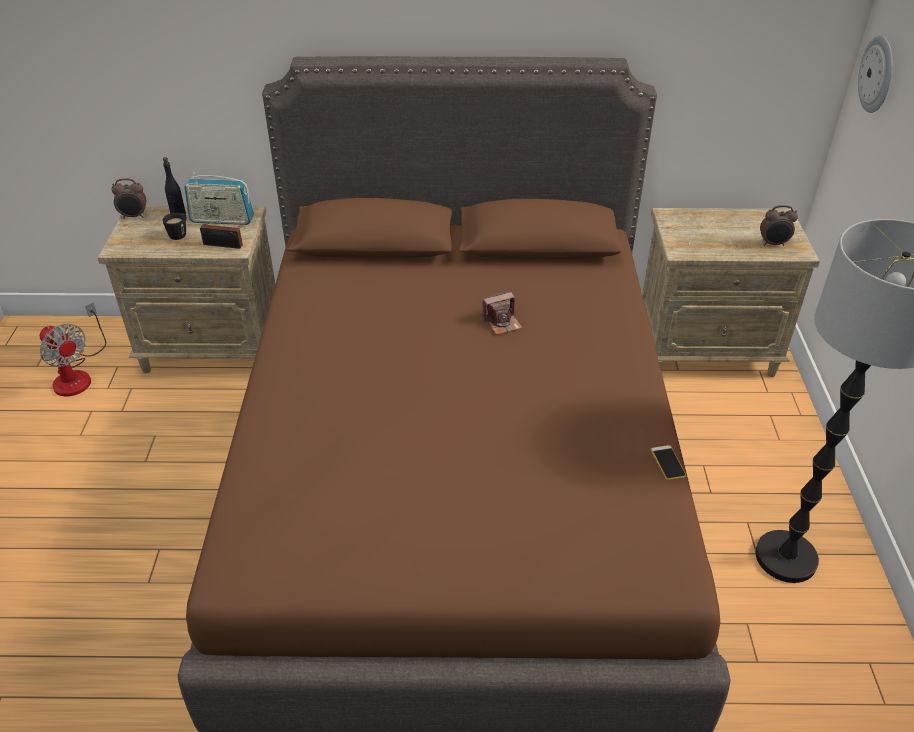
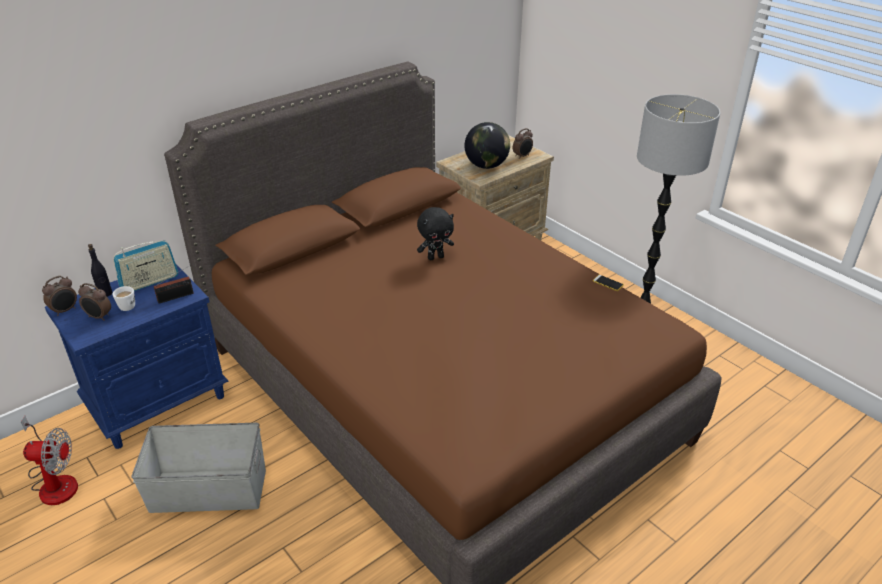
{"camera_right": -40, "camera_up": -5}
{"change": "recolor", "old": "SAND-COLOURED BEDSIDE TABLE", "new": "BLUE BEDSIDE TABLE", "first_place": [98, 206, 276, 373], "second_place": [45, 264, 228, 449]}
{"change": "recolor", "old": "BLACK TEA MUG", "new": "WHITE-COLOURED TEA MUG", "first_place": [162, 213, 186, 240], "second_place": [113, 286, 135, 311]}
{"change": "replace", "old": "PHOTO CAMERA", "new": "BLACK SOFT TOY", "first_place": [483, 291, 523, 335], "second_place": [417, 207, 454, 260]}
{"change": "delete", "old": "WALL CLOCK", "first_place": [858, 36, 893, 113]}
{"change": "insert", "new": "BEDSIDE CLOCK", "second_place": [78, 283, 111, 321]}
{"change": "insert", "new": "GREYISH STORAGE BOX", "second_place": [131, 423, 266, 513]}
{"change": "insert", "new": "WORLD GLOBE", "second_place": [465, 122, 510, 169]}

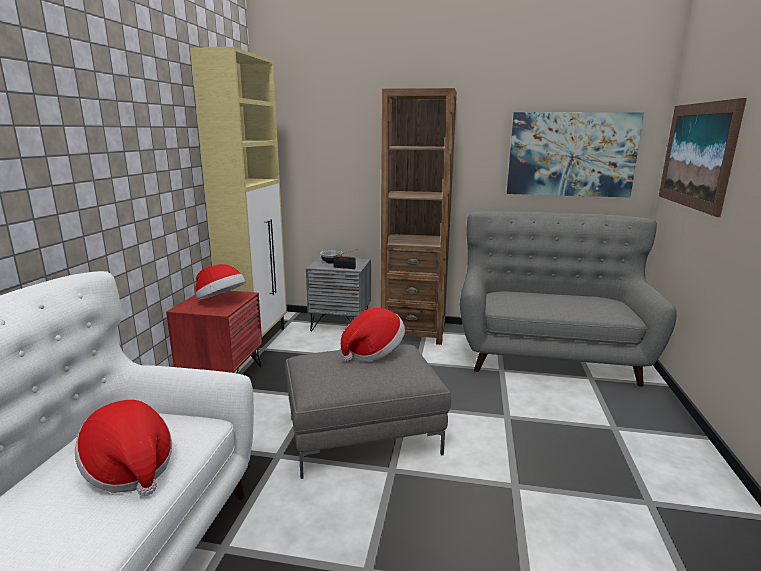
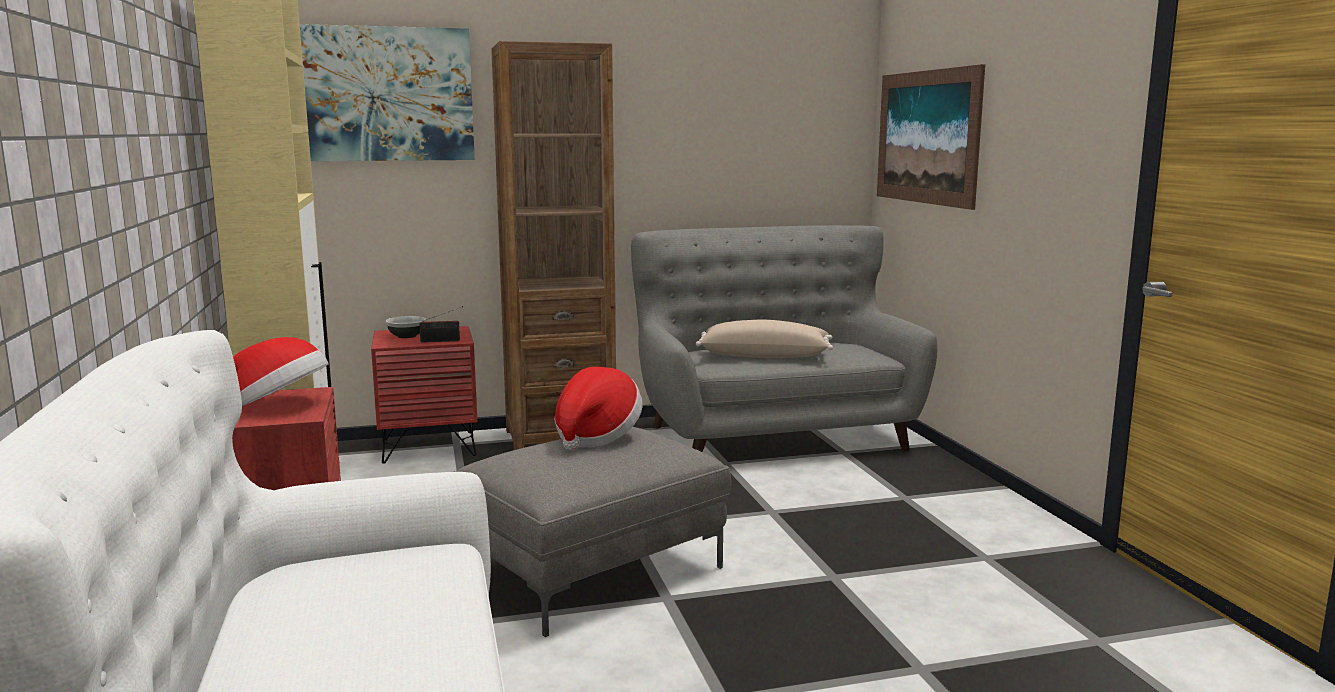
{"camera_right": -25, "camera_up": -5}
{"change": "delete", "old": "HAT", "first_place": [75, 400, 172, 496]}
{"change": "recolor", "old": "GREYISH BEDSIDE TABLE", "new": "RED BEDSIDE TABLE", "first_place": [306, 256, 371, 332], "second_place": [371, 326, 477, 464]}
{"change": "move", "old": "PICTURE", "first_place": [507, 112, 644, 198], "second_place": [300, 24, 475, 161]}
{"change": "insert", "new": "SAND-COLOURED PILLOW", "second_place": [696, 320, 833, 358]}

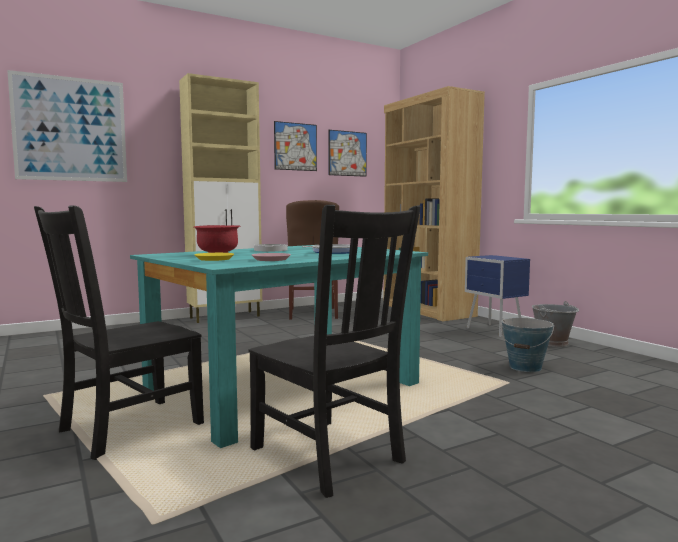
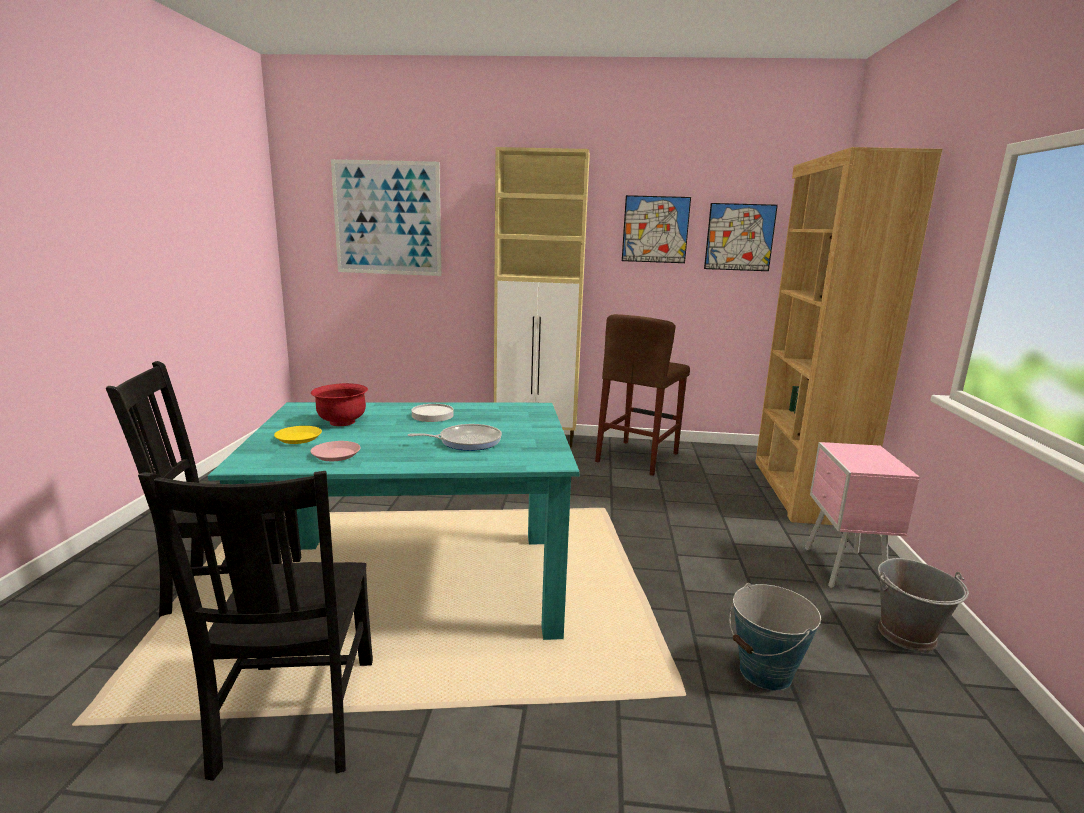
{"camera_right": 35, "camera_up": 10}
{"change": "recolor", "old": "BLUE BEDSIDE TABLE", "new": "PINK-COLOURED BEDSIDE TABLE", "first_place": [465, 255, 530, 337], "second_place": [805, 442, 920, 588]}

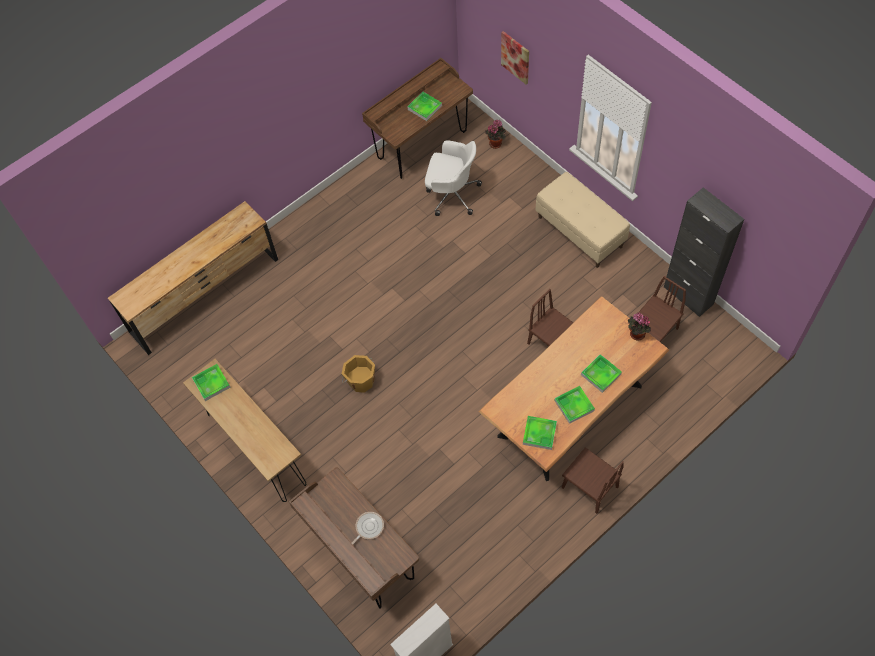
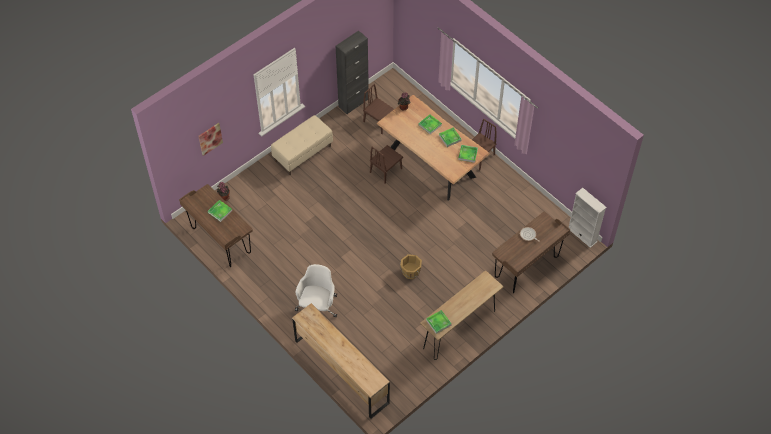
{"camera_right": -95, "camera_up": -5}
{"change": "move", "old": "WHITE-COLOURED OFFICE CHAIR", "first_place": [425, 140, 482, 216], "second_place": [295, 264, 337, 317]}

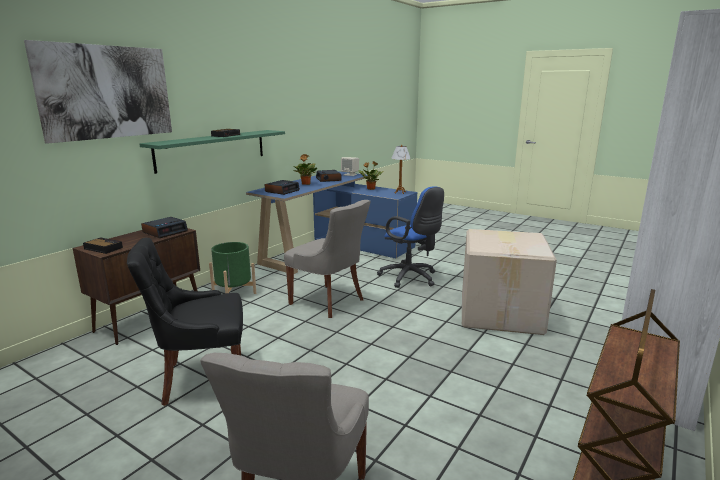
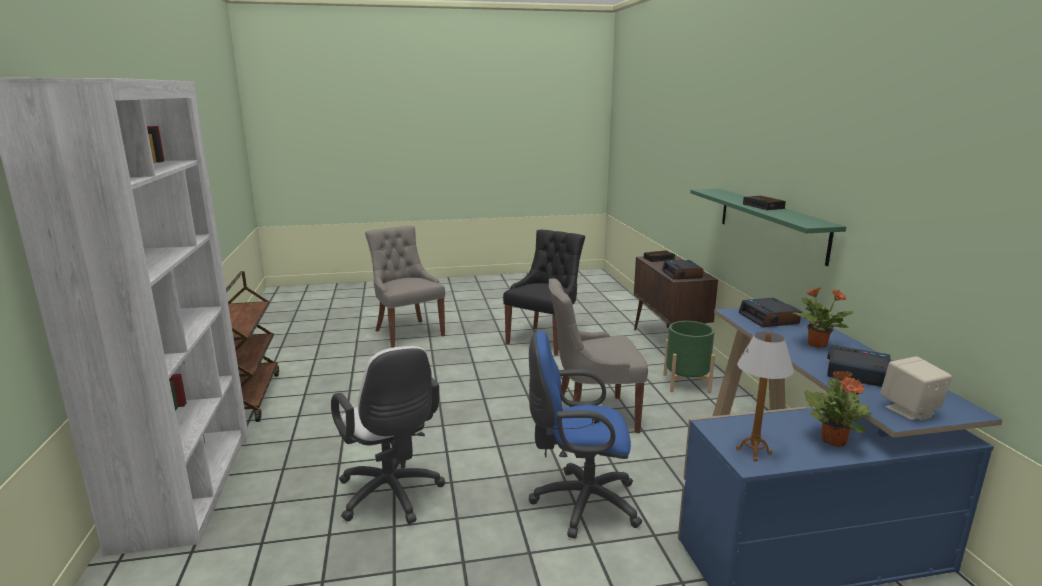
{"camera_right": 135, "camera_up": 0}
{"change": "delete", "old": "PICTURE", "first_place": [24, 40, 172, 144]}
{"change": "replace", "old": "CARTON", "new": "WHITE-COLOURED OFFICE CHAIR", "first_place": [462, 229, 557, 335], "second_place": [331, 346, 445, 524]}

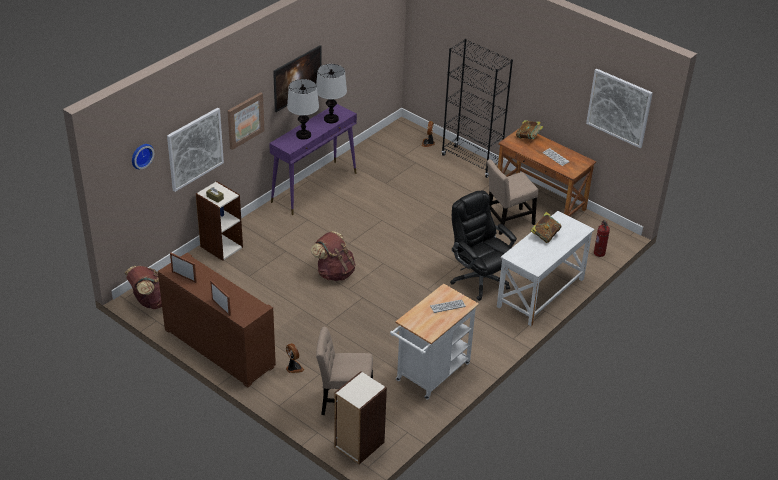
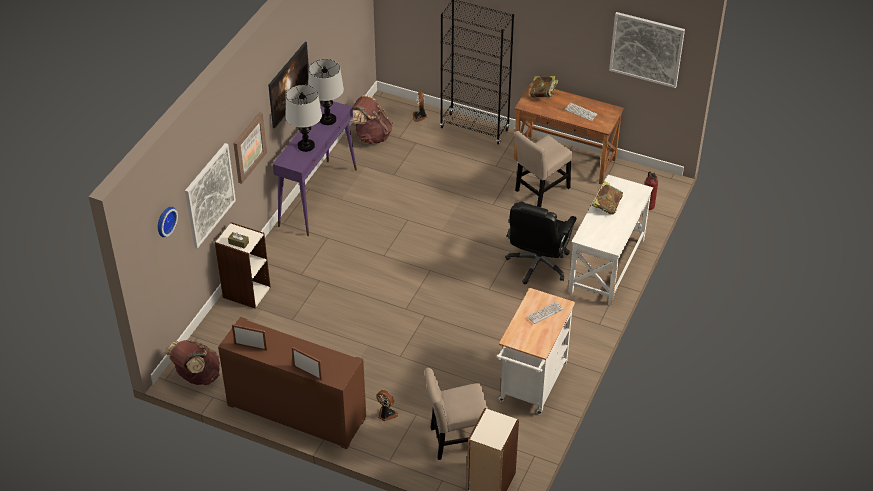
{"camera_right": -15, "camera_up": 5}
{"change": "move", "old": "BROWN KNAPSACK", "first_place": [311, 231, 356, 281], "second_place": [351, 95, 393, 144]}
{"change": "rotate", "old": "BLACK OFFICE CHAIR", "first_place": [450, 190, 517, 301], "second_place": [505, 201, 577, 284], "degrees": -105}

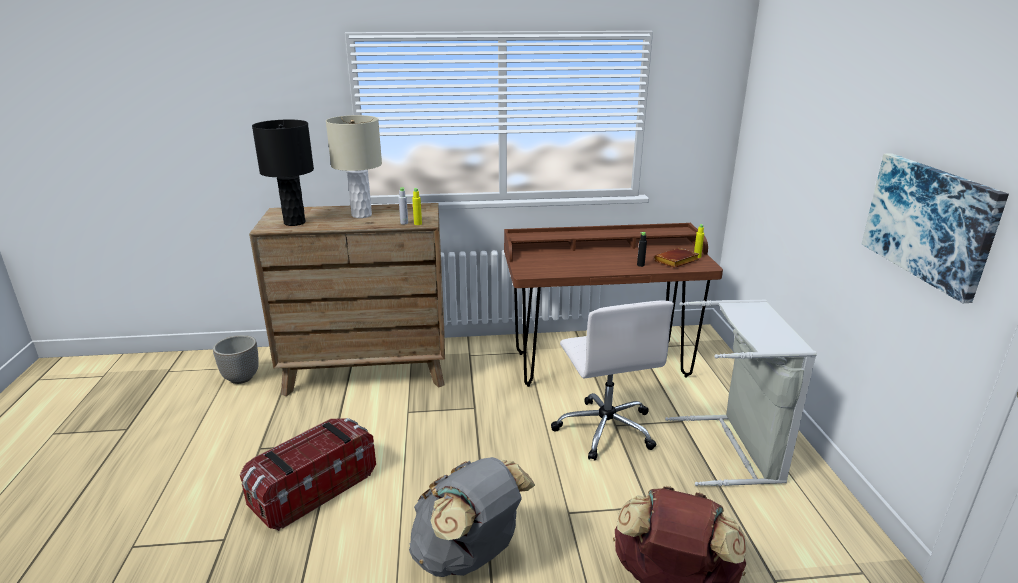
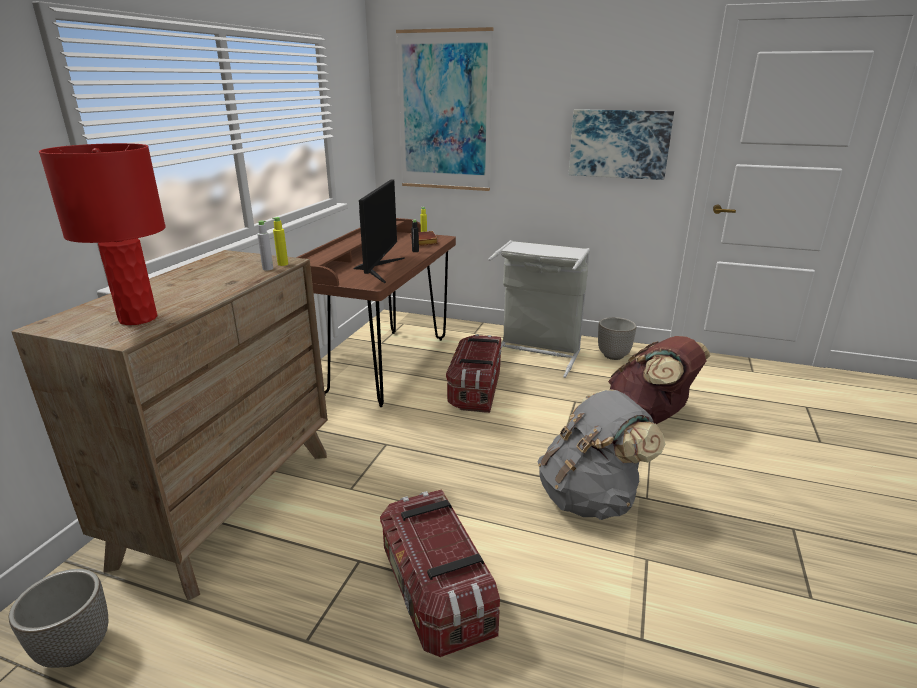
{"camera_right": -65, "camera_up": 0}
{"change": "recolor", "old": "BLACK TABLE LAMP", "new": "RED TABLE LAMP", "first_place": [252, 119, 314, 226], "second_place": [39, 143, 166, 325]}
{"change": "delete", "old": "SAND-COLOURED TABLE LAMP", "first_place": [326, 115, 382, 218]}
{"change": "replace", "old": "WHITE-COLOURED OFFICE CHAIR", "new": "STORAGE BOX", "first_place": [551, 300, 674, 461], "second_place": [446, 334, 501, 413]}
{"change": "insert", "new": "COMPUTER DISPLAY", "second_place": [353, 180, 405, 283]}
{"change": "insert", "new": "PICTURE", "second_place": [396, 27, 493, 191]}
{"change": "insert", "new": "PLANT POT", "second_place": [598, 317, 636, 360]}

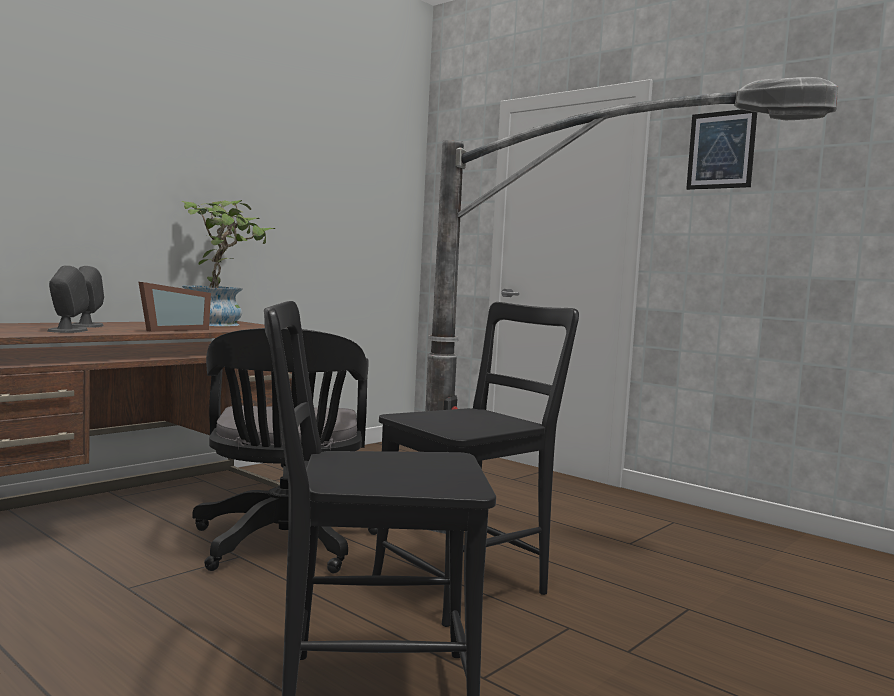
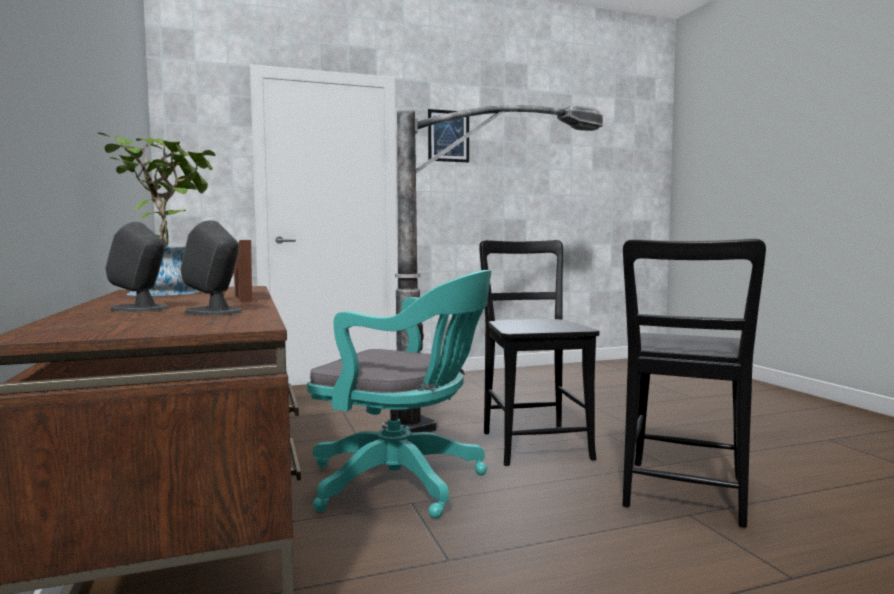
{"camera_right": -60, "camera_up": 0}
{"change": "recolor", "old": "BLACK OFFICE CHAIR", "new": "TURQUOISE OFFICE CHAIR", "first_place": [192, 328, 377, 573], "second_place": [307, 270, 492, 519]}

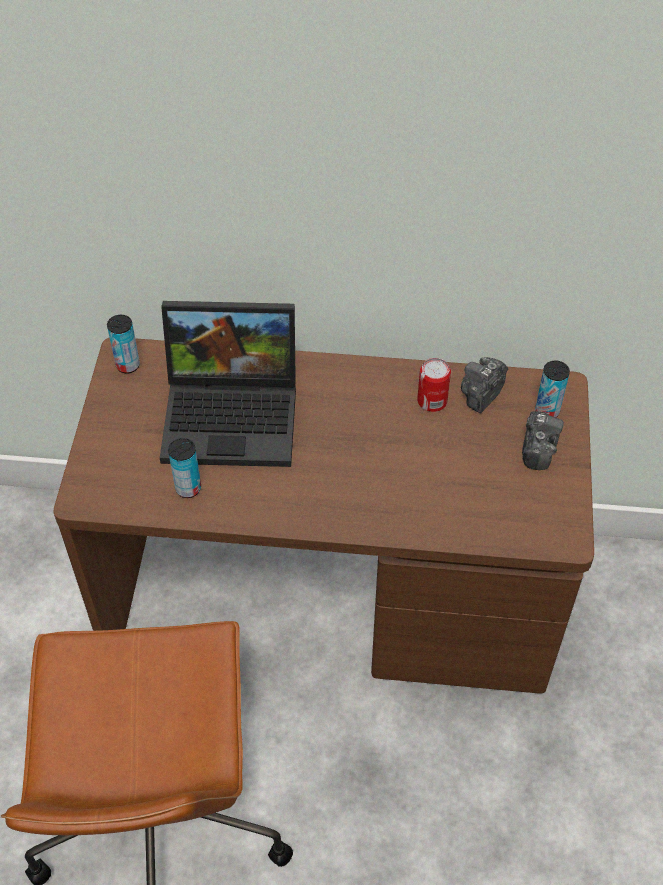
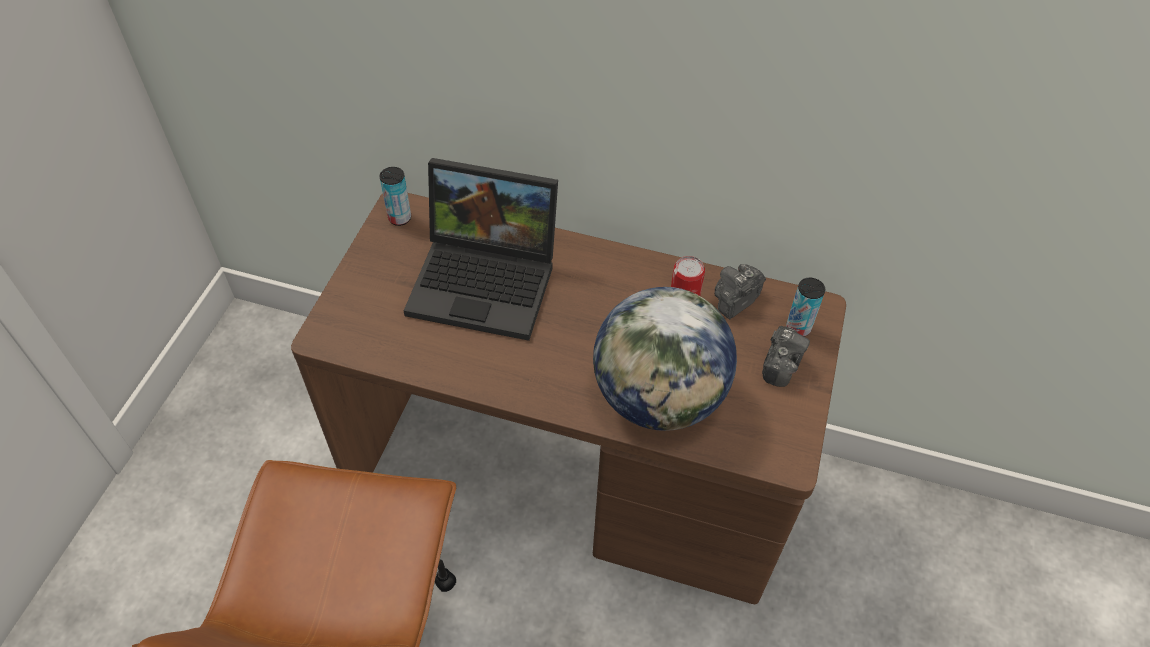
{"camera_right": 10, "camera_up": 0}
{"change": "delete", "old": "CAN", "first_place": [168, 438, 201, 498]}
{"change": "insert", "new": "WORLD GLOBE", "second_place": [593, 287, 737, 431]}

